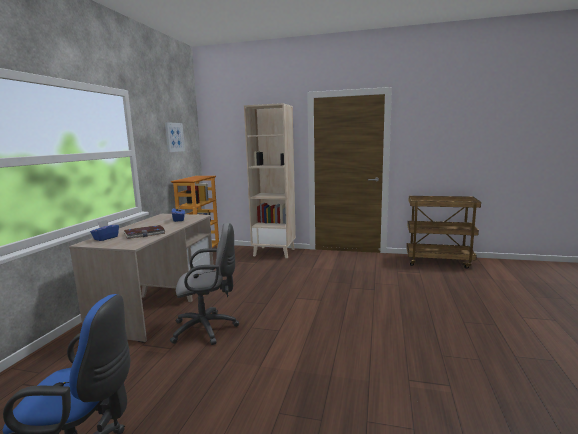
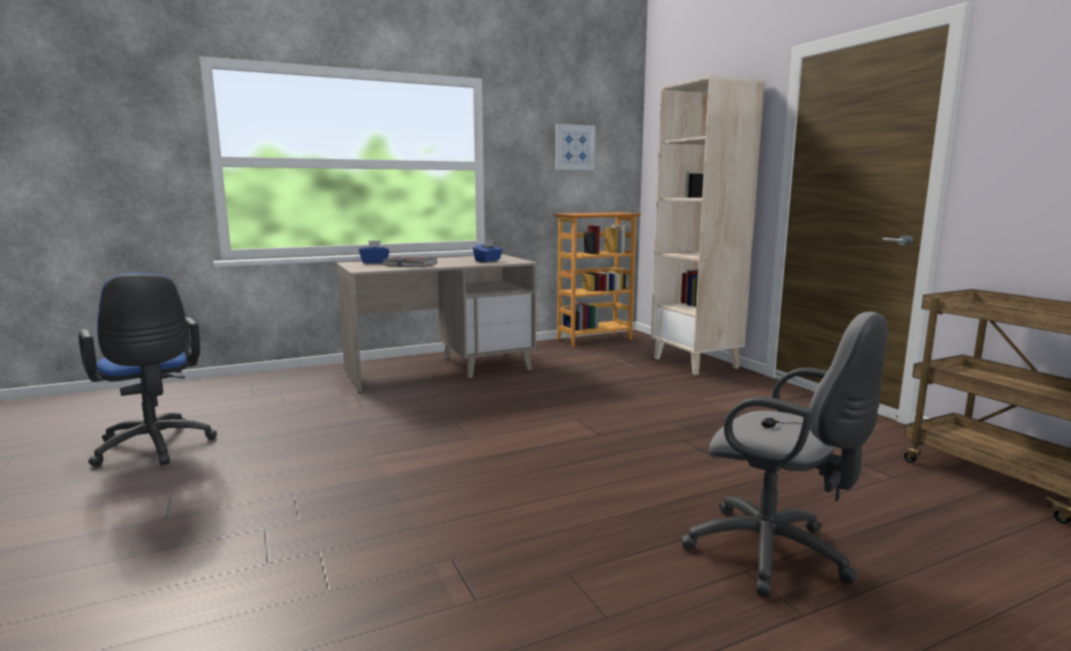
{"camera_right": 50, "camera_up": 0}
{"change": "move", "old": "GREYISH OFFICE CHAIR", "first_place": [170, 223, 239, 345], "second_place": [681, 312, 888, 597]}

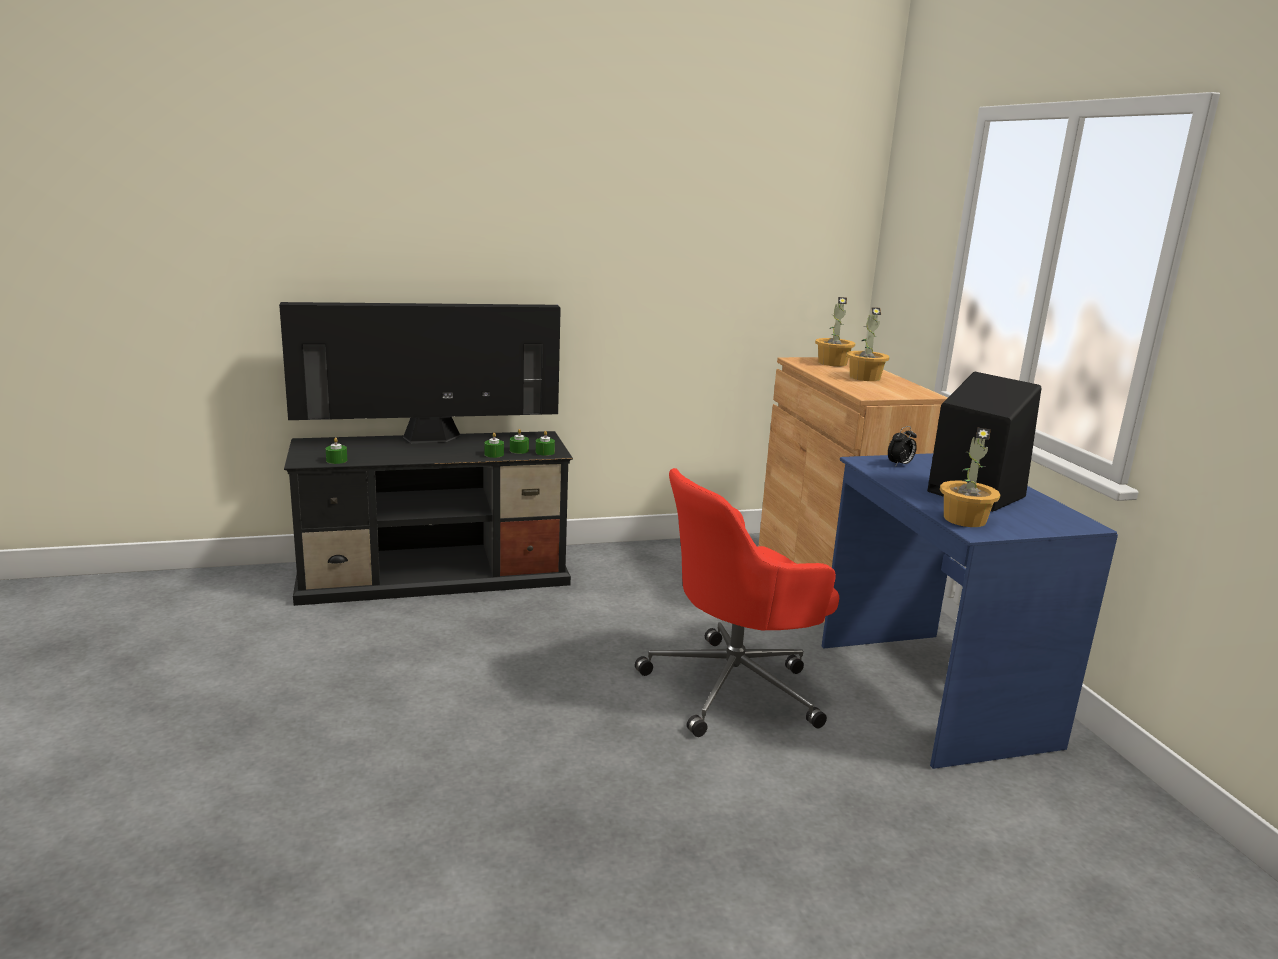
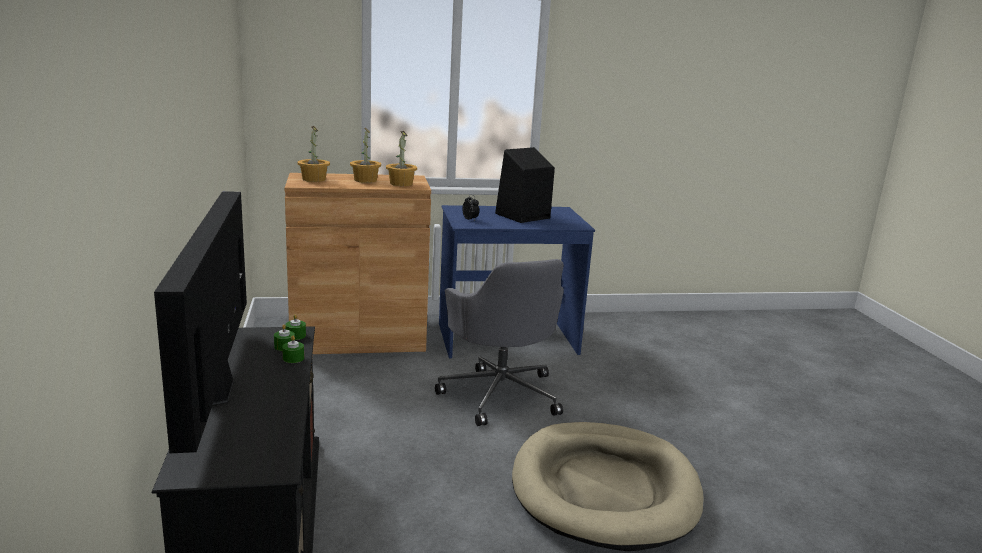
{"camera_right": -85, "camera_up": 0}
{"change": "delete", "old": "GREENISH CANDLE", "first_place": [326, 437, 347, 464]}
{"change": "recolor", "old": "RED OFFICE CHAIR", "new": "GREYISH OFFICE CHAIR", "first_place": [635, 468, 839, 737], "second_place": [435, 259, 564, 426]}
{"change": "move", "old": "HOUSEPLANT", "first_place": [940, 428, 1000, 527], "second_place": [386, 131, 417, 186]}
{"change": "insert", "new": "SAND-COLOURED PET BED", "second_place": [512, 422, 704, 551]}

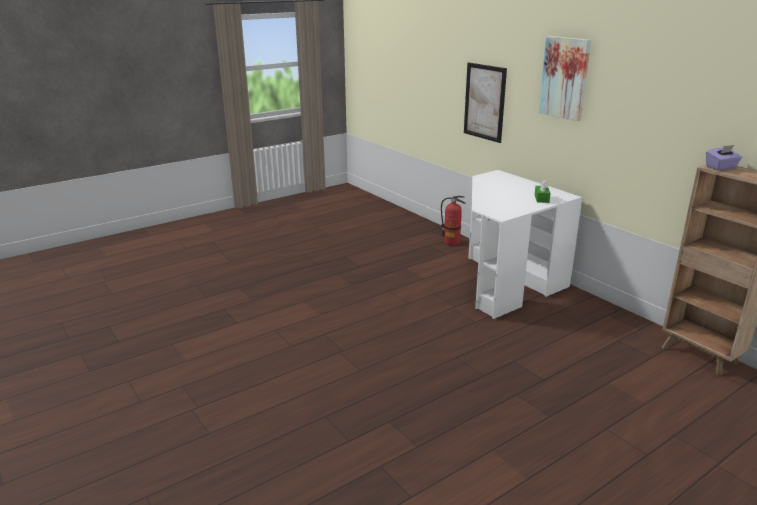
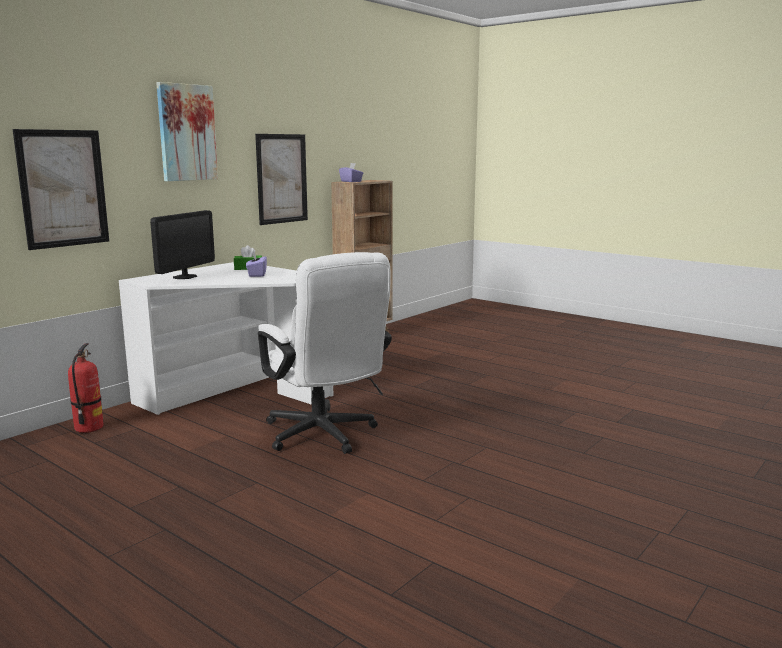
{"camera_right": -105, "camera_up": -10}
{"change": "insert", "new": "COMPUTER DISPLAY", "second_place": [150, 210, 215, 279]}
{"change": "insert", "new": "PURPLE TISSUE BOX", "second_place": [246, 252, 267, 277]}
{"change": "insert", "new": "PICTURE", "second_place": [255, 134, 308, 225]}
{"change": "insert", "new": "WHITE-COLOURED OFFICE CHAIR", "second_place": [258, 252, 392, 454]}

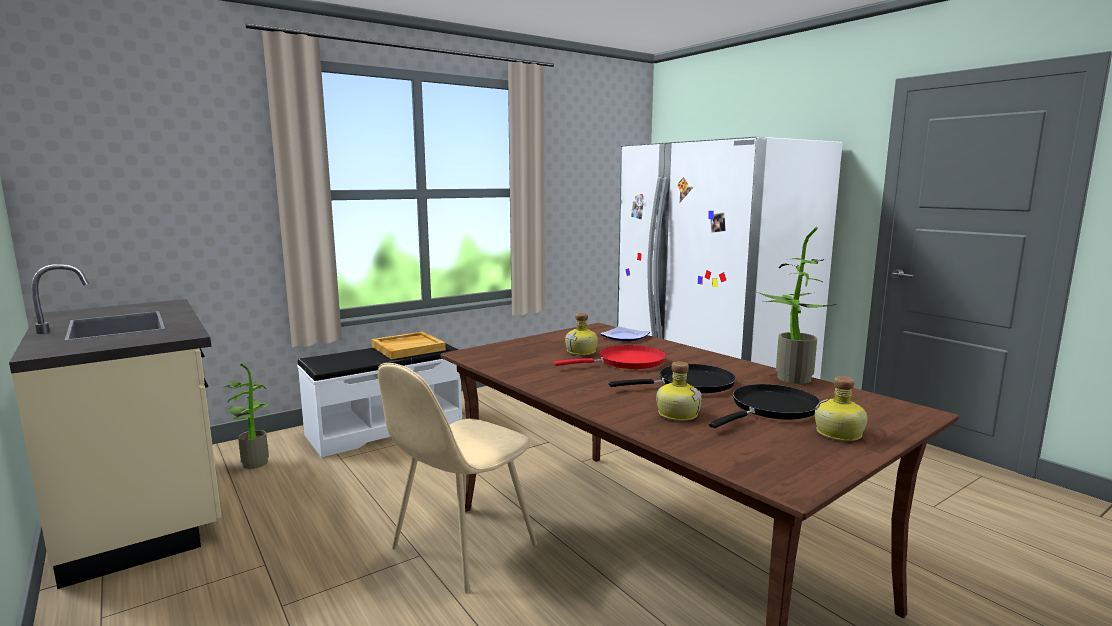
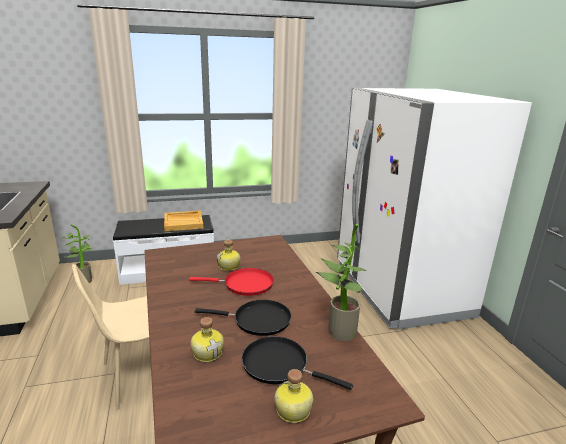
{"camera_right": 20, "camera_up": 10}
{"change": "delete", "old": "DINNER PLATE", "first_place": [600, 326, 650, 341]}
{"change": "rotate", "old": "BLACK SKILLET", "first_place": [709, 384, 821, 428], "second_place": [242, 336, 353, 390], "degrees": -135}

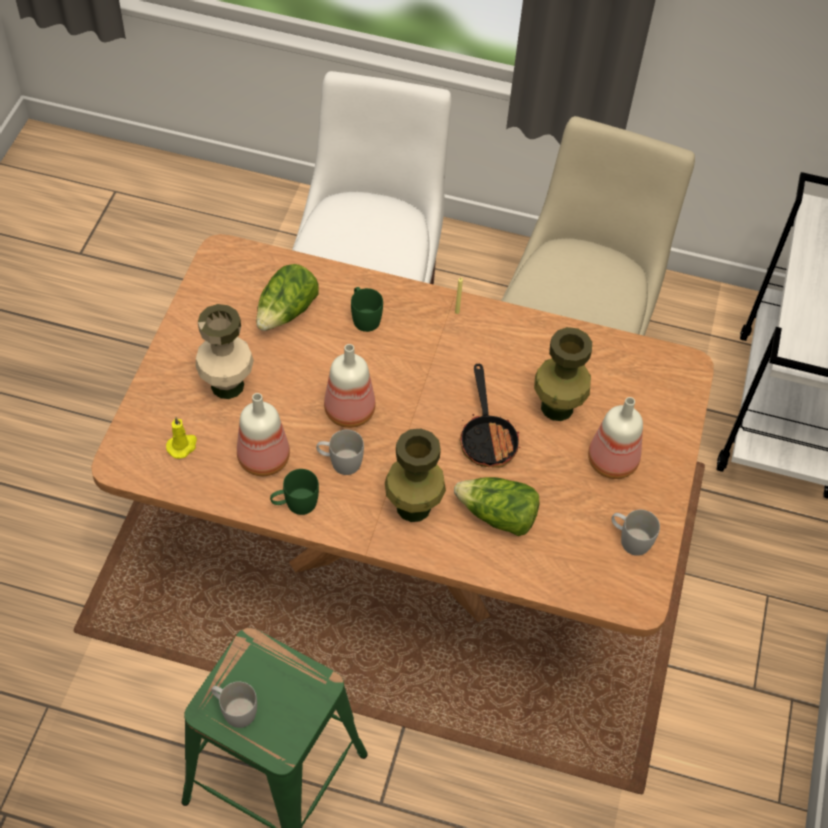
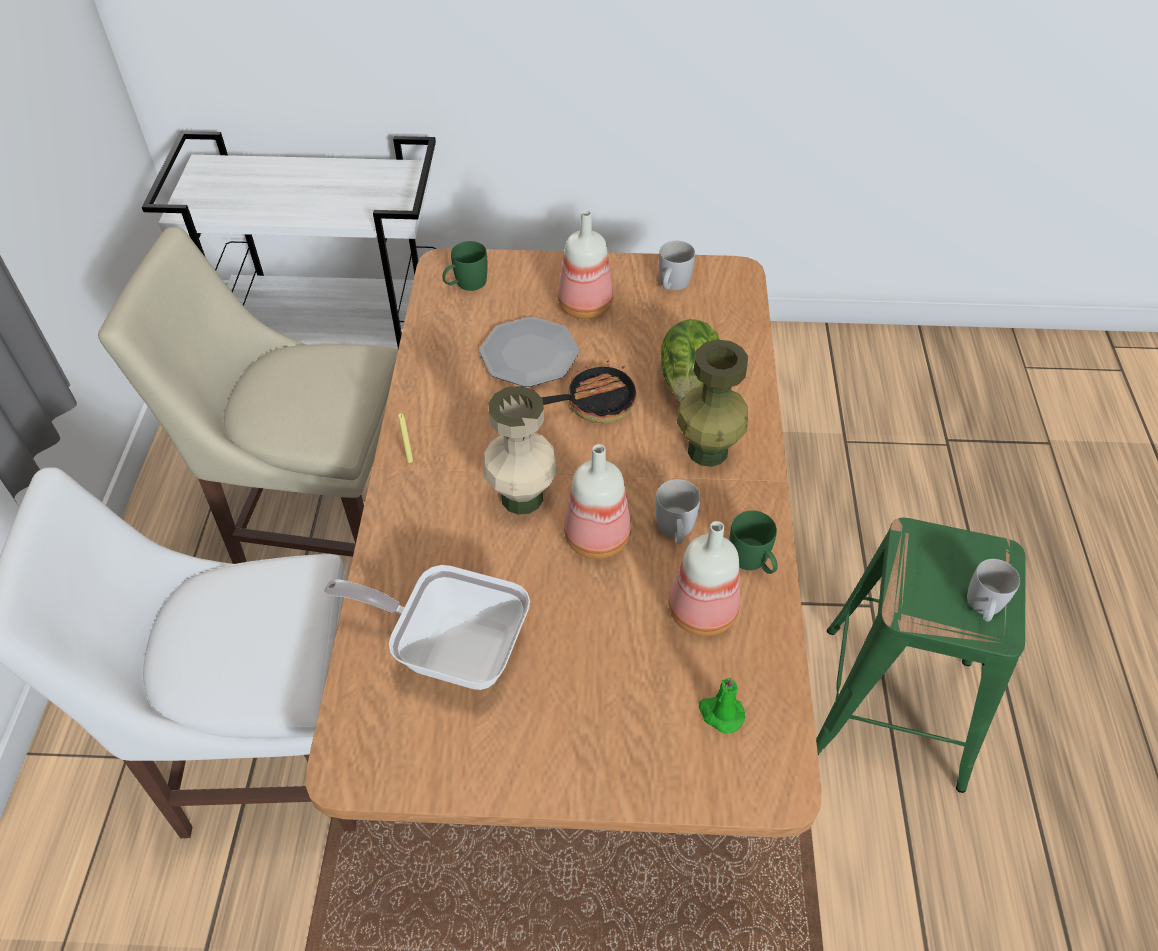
{"camera_right": -100, "camera_up": -5}
{"change": "recolor", "old": "YELLOW CANDLE", "new": "GREENISH CANDLE", "first_place": [166, 417, 197, 459], "second_place": [699, 677, 745, 734]}
{"change": "move", "old": "SAND-COLOURED FLOWER VASE", "first_place": [196, 304, 254, 399], "second_place": [483, 386, 558, 515]}
{"change": "replace", "old": "LETTUCE HEAD", "new": "SKILLET", "first_place": [256, 264, 319, 331], "second_place": [324, 565, 530, 690]}
{"change": "move", "old": "GREENISH TEA MUG", "first_place": [351, 287, 383, 332], "second_place": [442, 241, 488, 291]}
{"change": "replace", "old": "GREENISH FLOWER VASE", "new": "DINNER PLATE", "first_place": [534, 327, 592, 421], "second_place": [479, 317, 579, 387]}

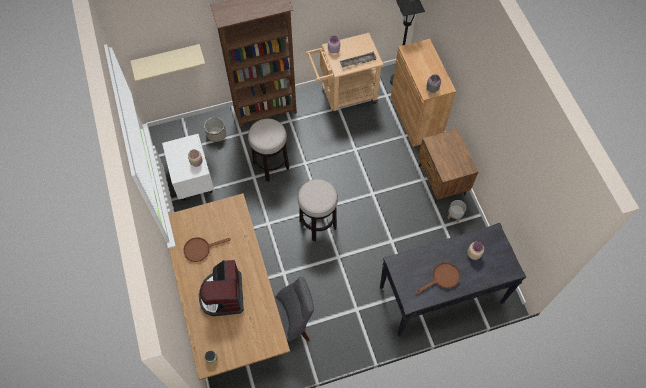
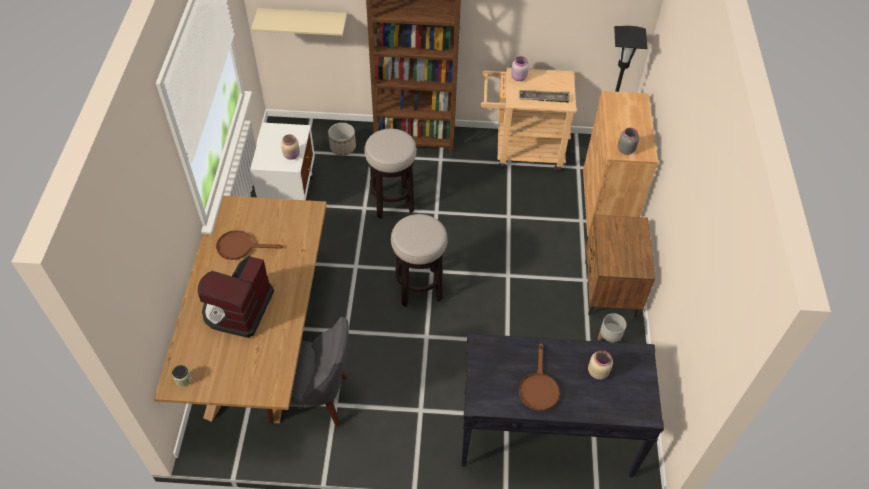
{"camera_right": 20, "camera_up": -10}
{"change": "rotate", "old": "BROWN SKILLET", "first_place": [416, 263, 460, 294], "second_place": [519, 343, 560, 411], "degrees": 105}

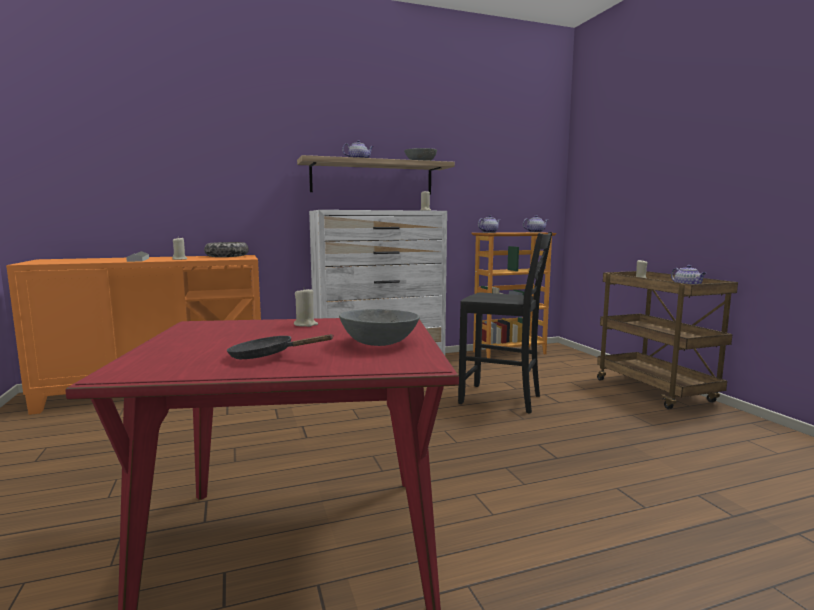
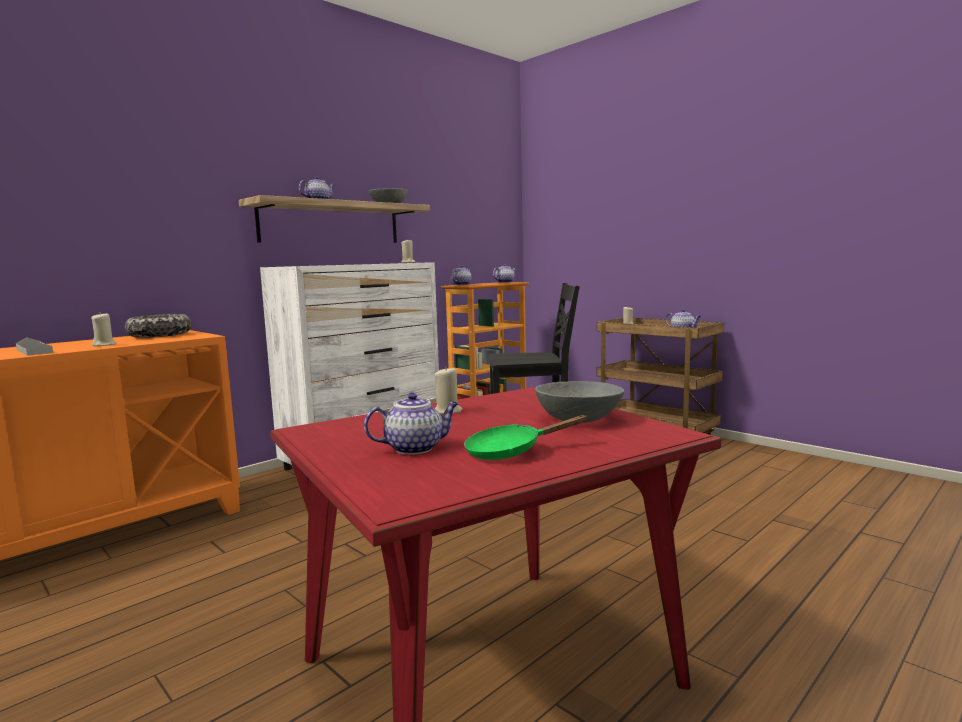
{"camera_right": -25, "camera_up": 0}
{"change": "recolor", "old": "BLACK SKILLET", "new": "GREENISH SKILLET", "first_place": [227, 334, 334, 359], "second_place": [464, 415, 589, 460]}
{"change": "insert", "new": "TEA POT", "second_place": [364, 393, 459, 455]}

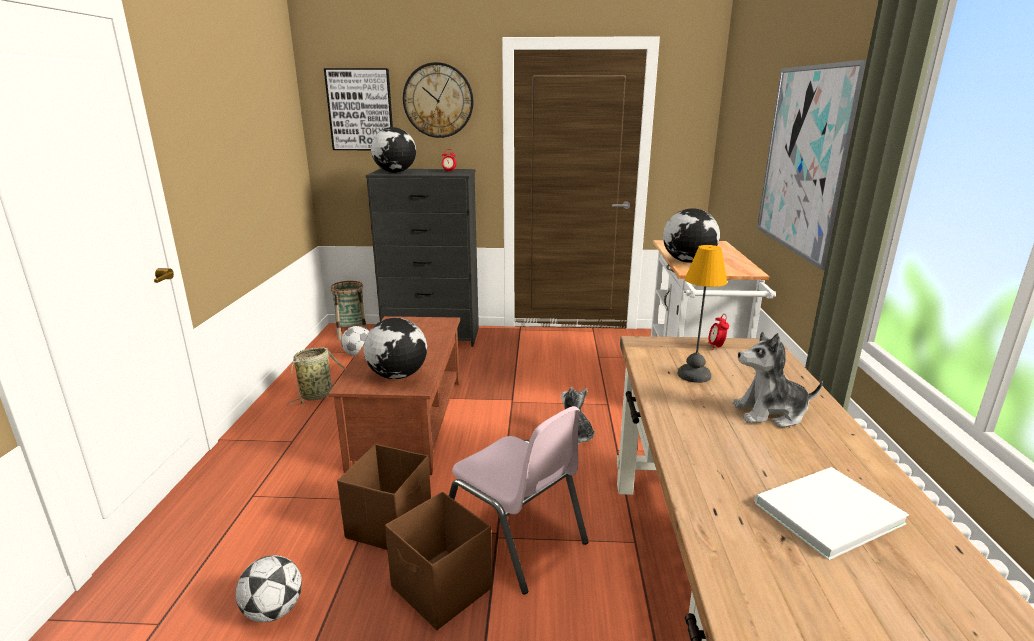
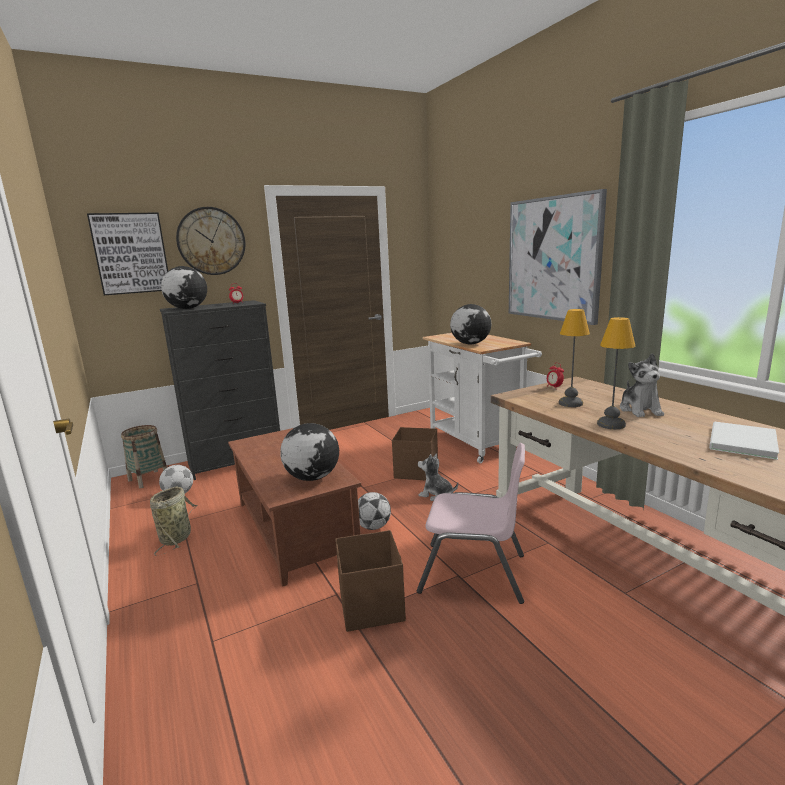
{"camera_right": -30, "camera_up": -5}
{"change": "move", "old": "FOOTBALL BALL", "first_place": [236, 555, 302, 622], "second_place": [358, 492, 391, 530]}
{"change": "move", "old": "BROWN STORAGE BOX", "first_place": [385, 492, 492, 630], "second_place": [392, 427, 438, 480]}
{"change": "rotate", "old": "SOFT TOY", "first_place": [733, 332, 823, 428], "second_place": [620, 353, 664, 417], "degrees": -60}
{"change": "insert", "new": "TABLE LAMP", "second_place": [597, 317, 635, 429]}

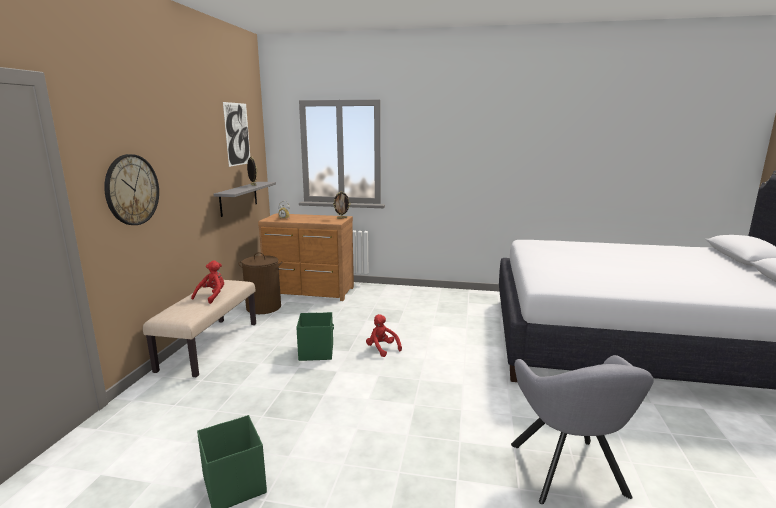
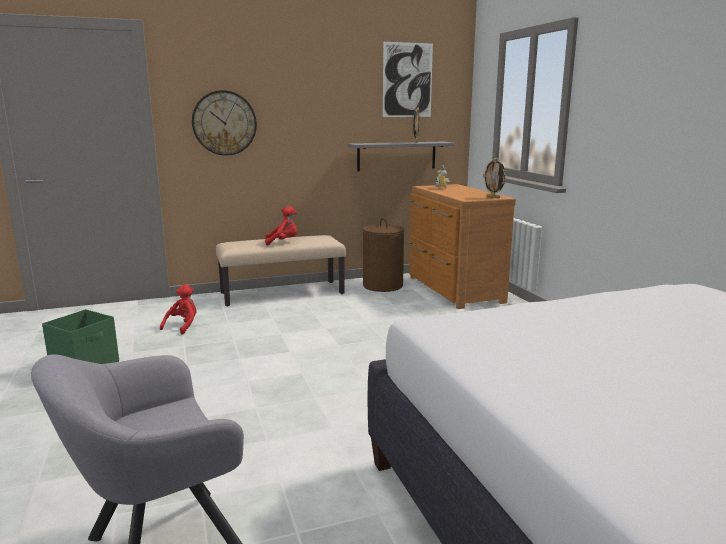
{"camera_right": 60, "camera_up": 0}
{"change": "delete", "old": "GREENISH STORAGE BOX", "first_place": [296, 312, 334, 361]}
{"change": "move", "old": "RED SOFT TOY", "first_place": [366, 314, 402, 357], "second_place": [160, 285, 197, 335]}

